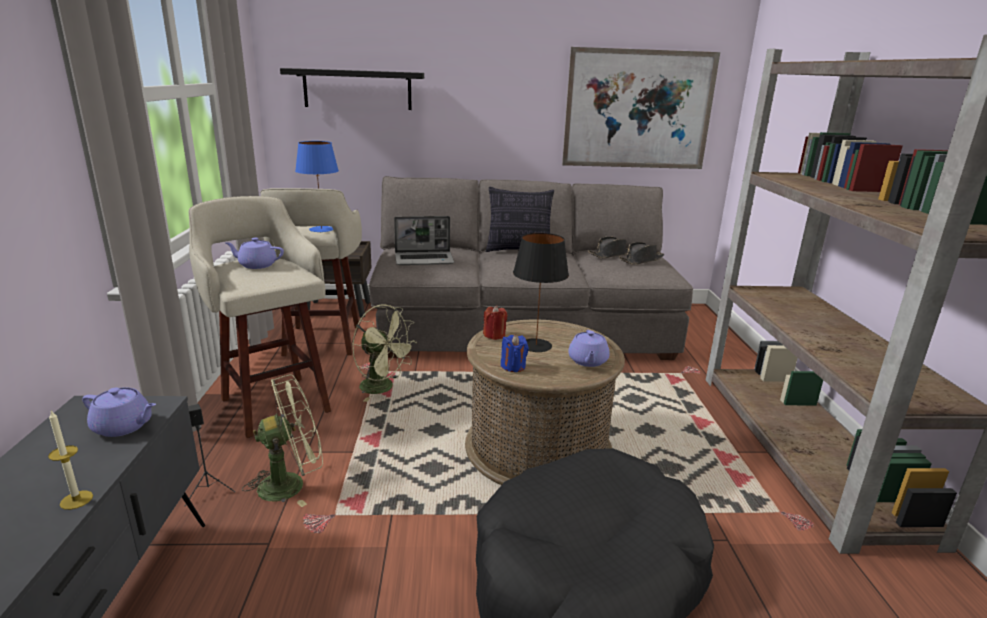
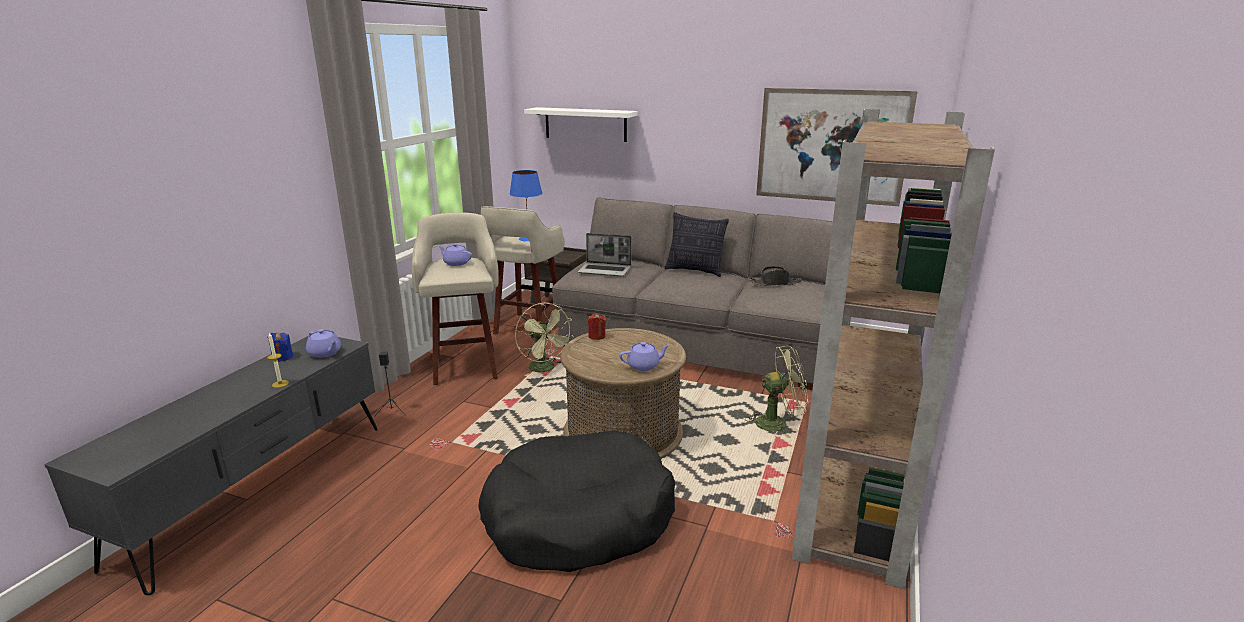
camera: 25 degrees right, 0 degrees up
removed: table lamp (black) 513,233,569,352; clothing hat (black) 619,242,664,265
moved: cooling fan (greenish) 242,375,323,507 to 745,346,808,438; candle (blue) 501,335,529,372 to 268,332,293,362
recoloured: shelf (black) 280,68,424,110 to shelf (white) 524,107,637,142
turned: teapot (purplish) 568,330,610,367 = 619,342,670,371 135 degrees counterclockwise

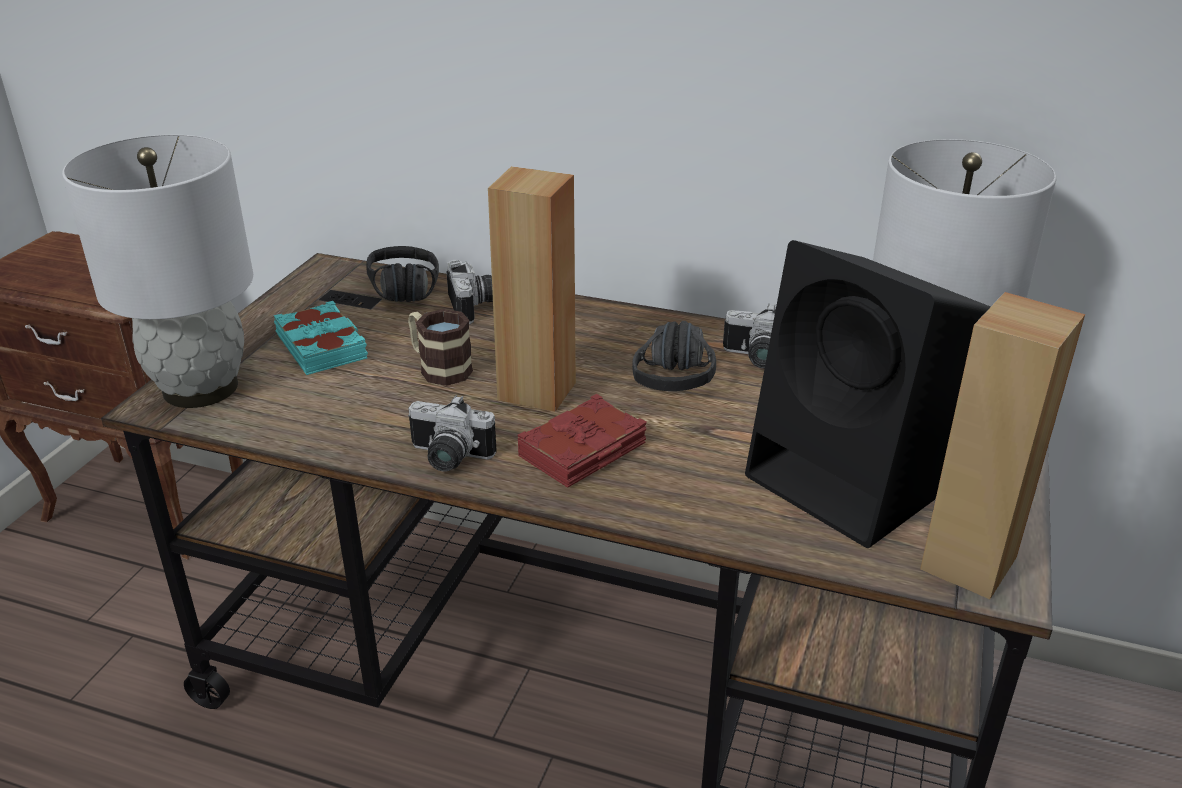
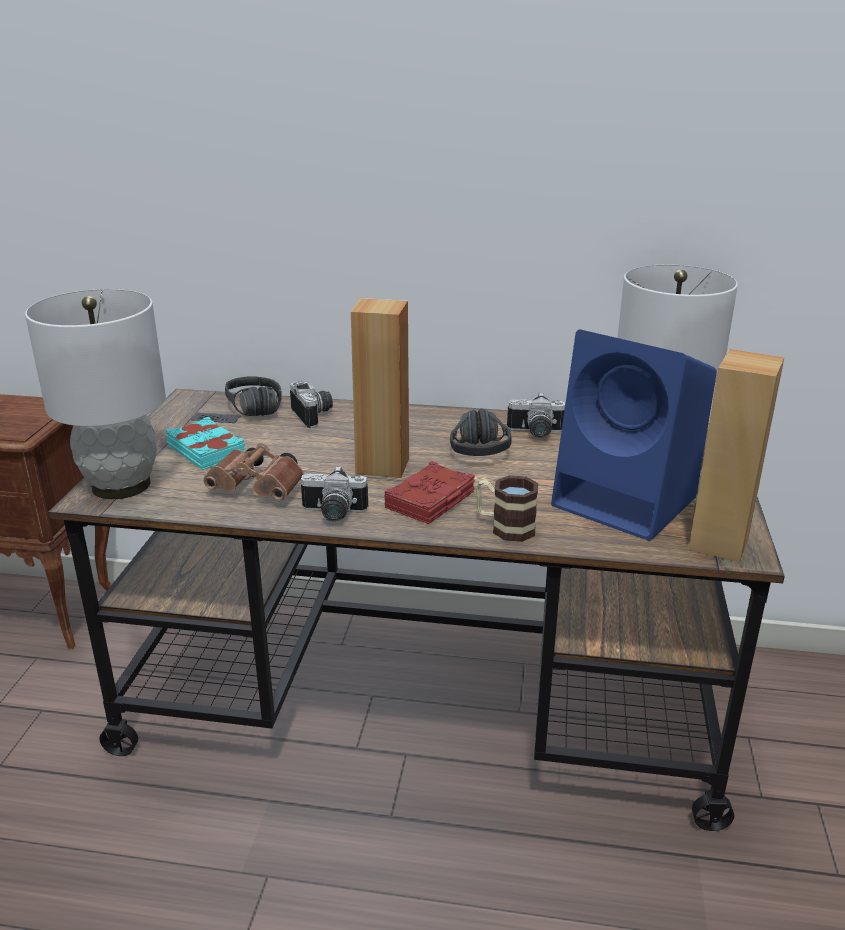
camera: 10 degrees left, 5 degrees down
added: binoculars (brownish) 203,443,304,501
moved: tea mug 408,309,473,386 to 476,476,538,542
recoloured: loudspeaker (black) 745,240,991,548 to loudspeaker (blue) 551,330,717,541

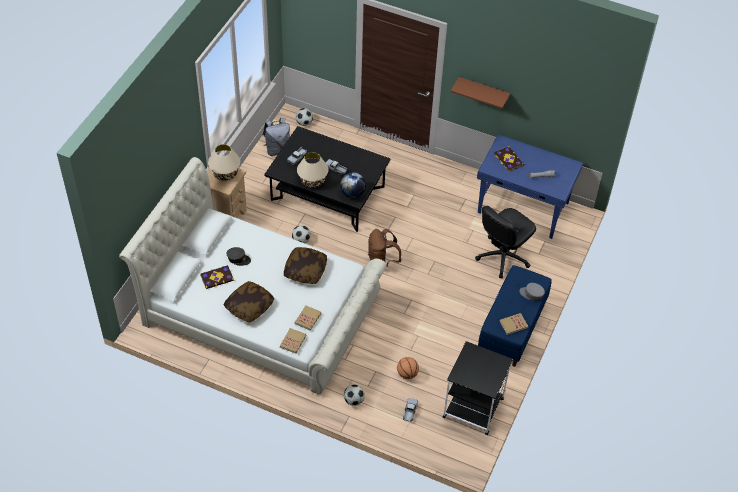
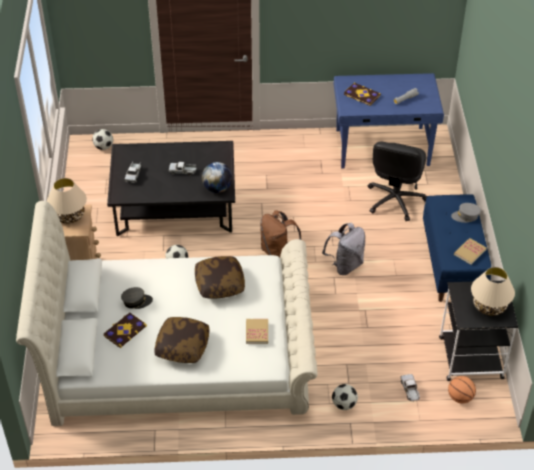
camera: 25 degrees left, 5 degrees down
removed: bound book 280,328,307,354; shelf (brownish) 451,77,510,109
moved: knapsack (grey) 263,118,290,156 to 322,223,365,275; table lamp (sand-coloured) 297,152,329,188 to 471,267,515,316; basketball 397,357,419,379 to 448,376,476,403

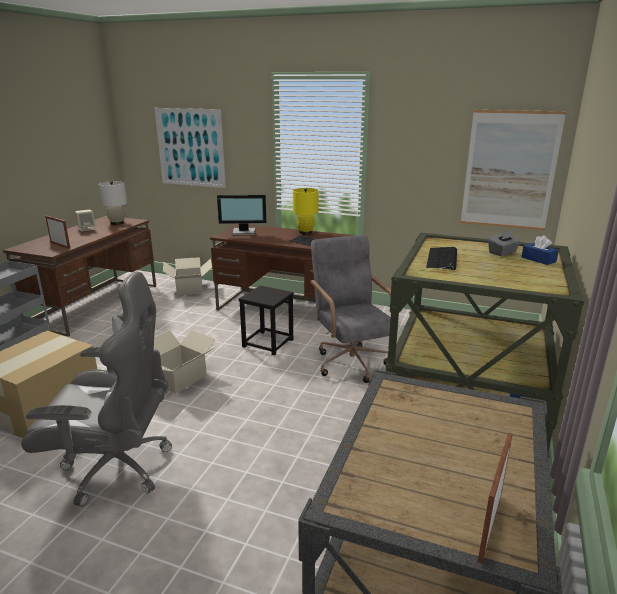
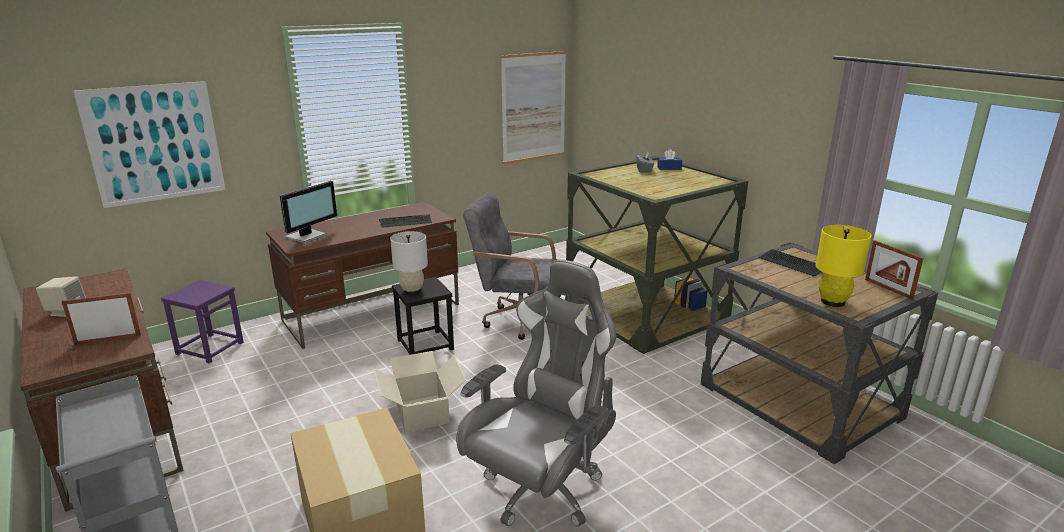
camera: 55 degrees left, 0 degrees up
moved: table lamp (white) 99,181,127,225 to 390,231,428,295; table lamp (yellow) 293,188,319,234 to 816,225,872,307; computer keyboard 426,247,457,270 to 759,249,822,277
replaced: cardboard box 163,257,212,296 to stool (purplish) 161,280,244,363

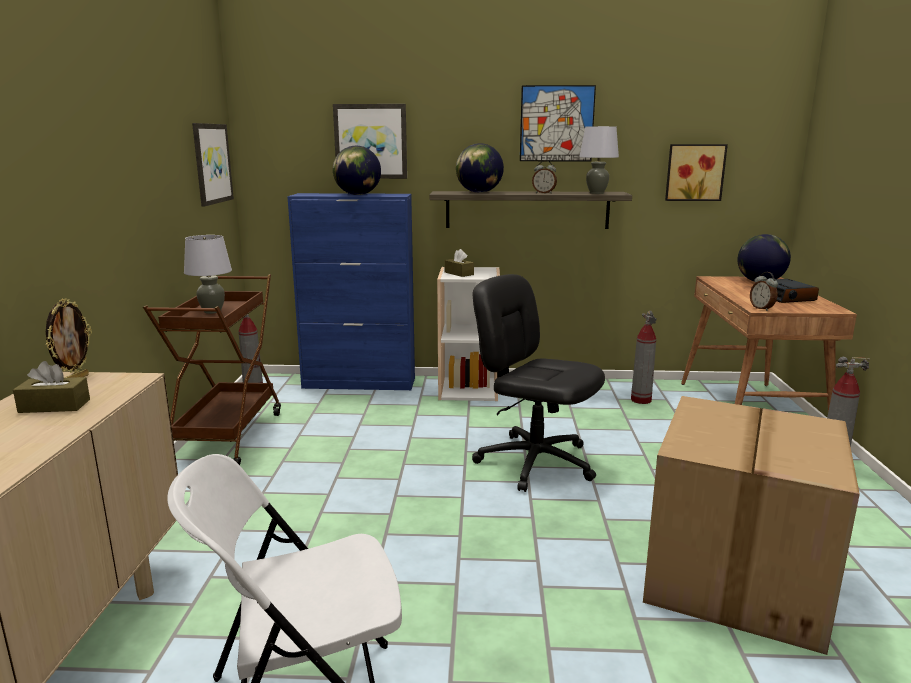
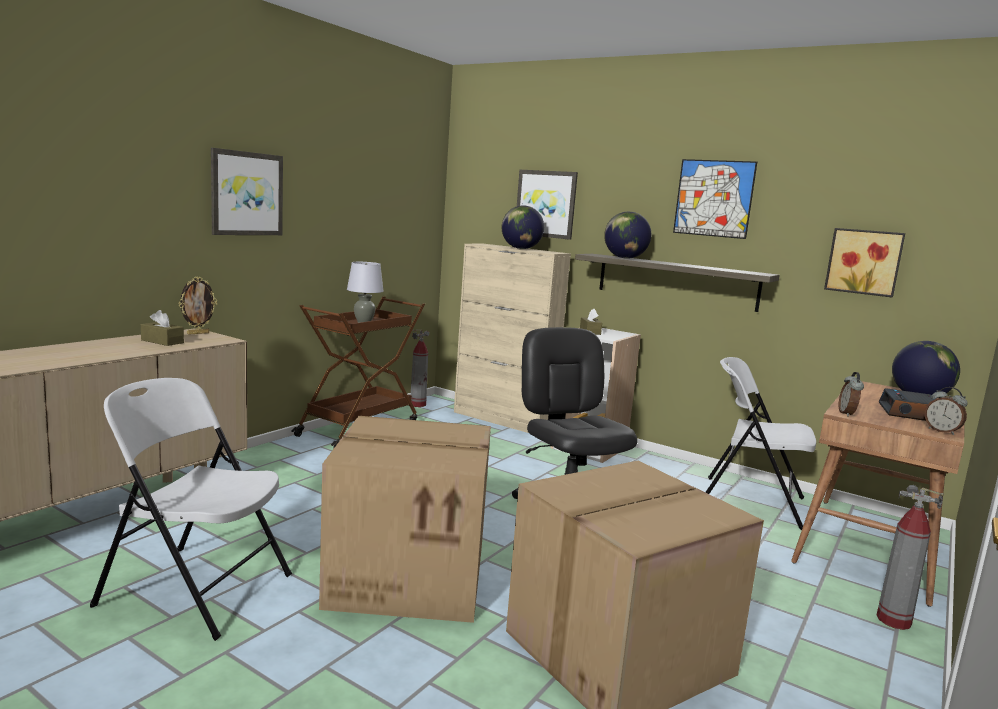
camera: 30 degrees right, 5 degrees down
removed: table lamp (grey) 579,126,619,194
added: cardboard box 319,416,491,623
moved: wall art 192,123,234,206 to 211,148,283,235; table clock 532,160,557,193 to 924,387,968,435
replaced: fire extinguisher 631,311,657,404 to chair (white) 706,357,816,530
recoloured: cupboard (blue) 287,193,415,390 to cupboard (sand-coloured) 454,244,571,433

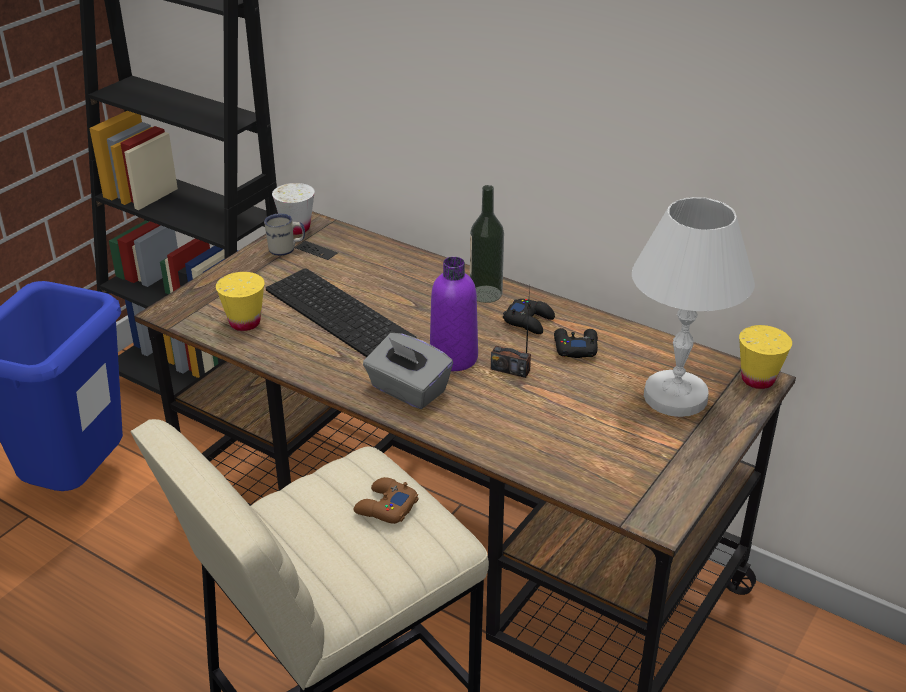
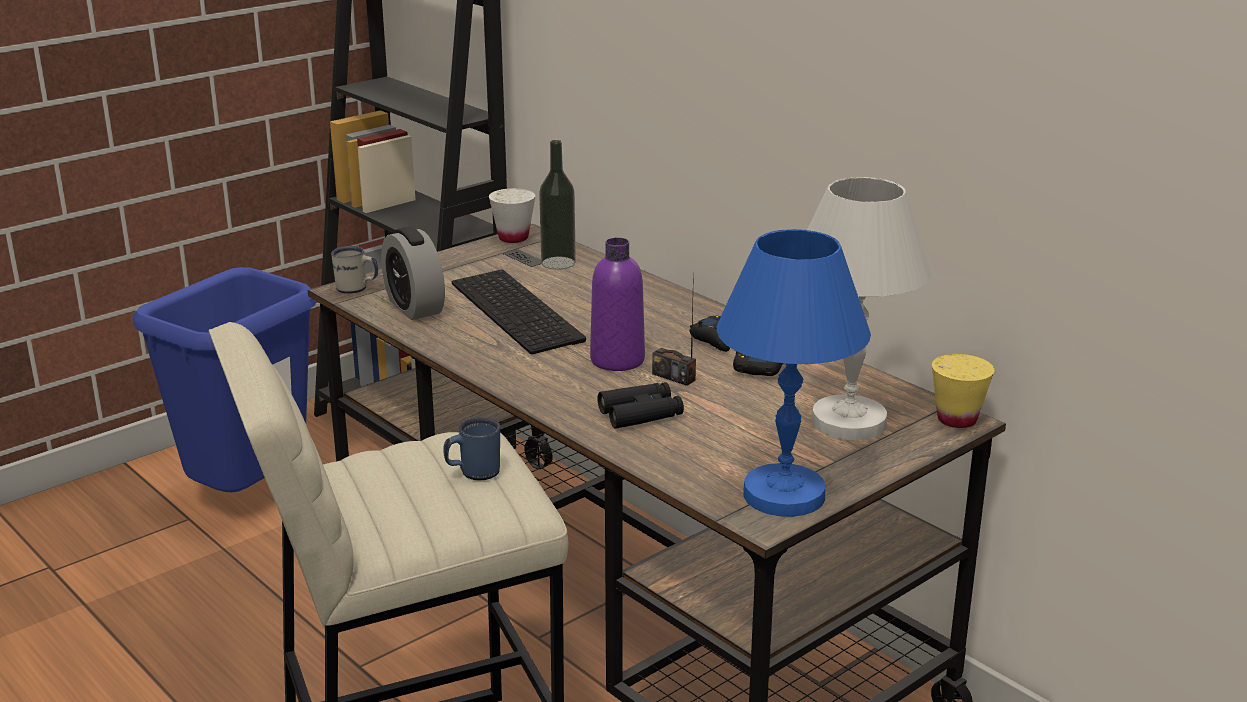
camera: 15 degrees right, 10 degrees down
removed: tissue box (grey) 363,333,453,409
added: binoculars (black) 597,382,684,429; table lamp (blue) 717,229,871,517
moved: tea mug (white) 264,213,305,256 to 331,246,378,294; bottle 470,185,504,303 to 539,140,576,270
replaced: drinking cup (yellow) 216,272,265,331 to table clock 381,227,445,320; game controller (brownish) 353,477,419,524 to tea mug (blue) 443,417,500,480

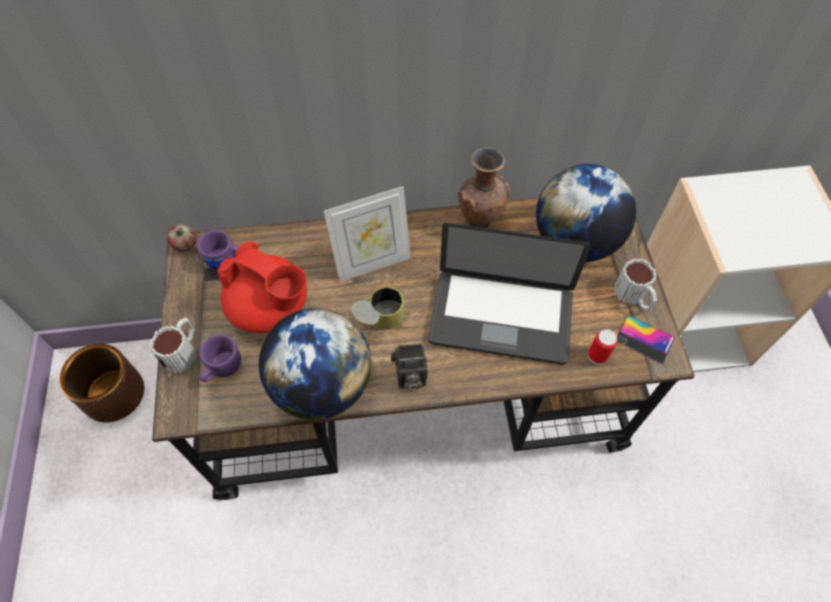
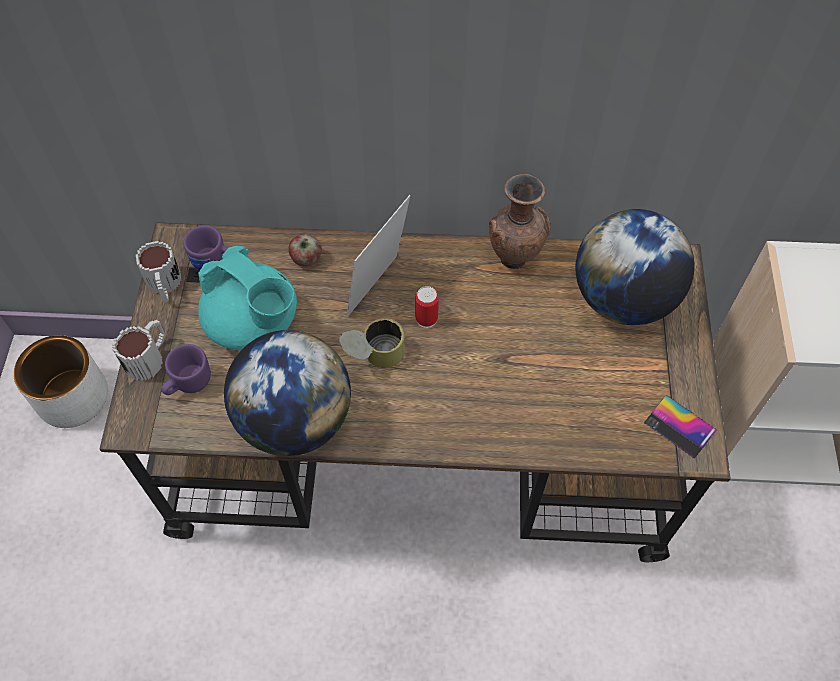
camera: 10 degrees right, 0 degrees up
removed: still camera 391,344,428,390; laptop 428,223,591,365
moved: whole apple 167,224,197,252 to 288,234,322,266; can 588,329,617,365 to 415,286,439,328; tea mug 614,259,658,312 to 136,241,182,303
recoloured: plant pot (brownish) 59,344,144,422 to plant pot (white) 13,335,108,428; teapot (red-coloured) 217,242,307,333 to teapot (blue-green) 198,246,297,351
turned: picture frame 324,186,411,282 = 346,195,411,317 135 degrees clockwise

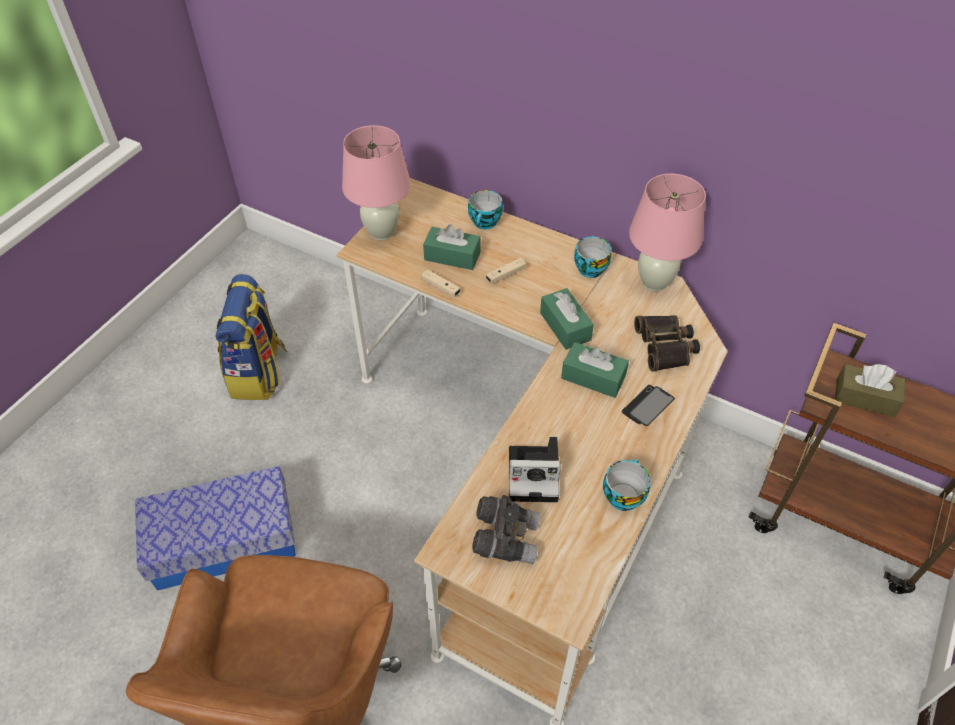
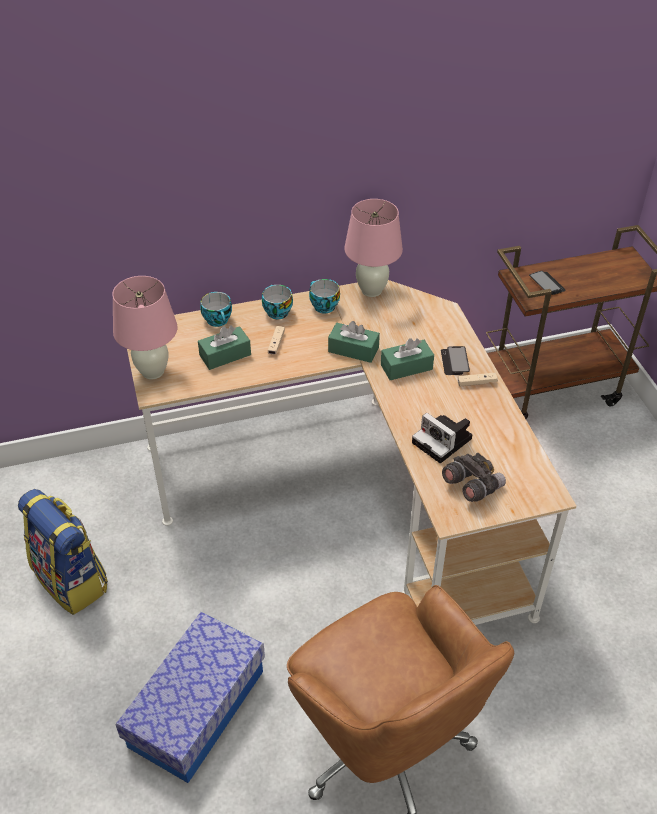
camera: 45 degrees left, 5 degrees down
removed: binoculars 634,315,700,372
moved: game controller (sand-coloured) 421,269,460,297 to 458,373,498,386; drinking cup 603,459,650,511 to 262,285,293,319
replaced: tissue box (brownish) 835,364,905,417 to handset 529,271,565,295
turned: still camera 509,437,561,502 = 412,413,472,463 90 degrees clockwise

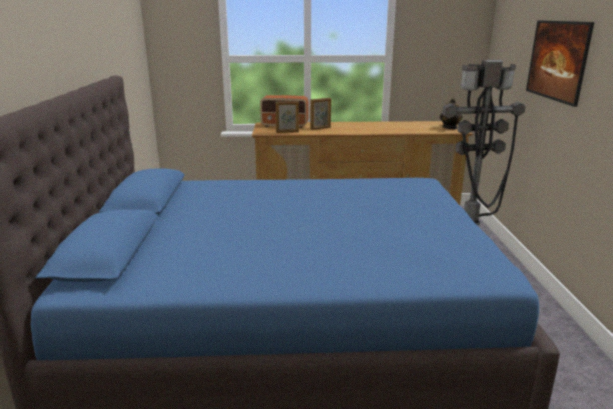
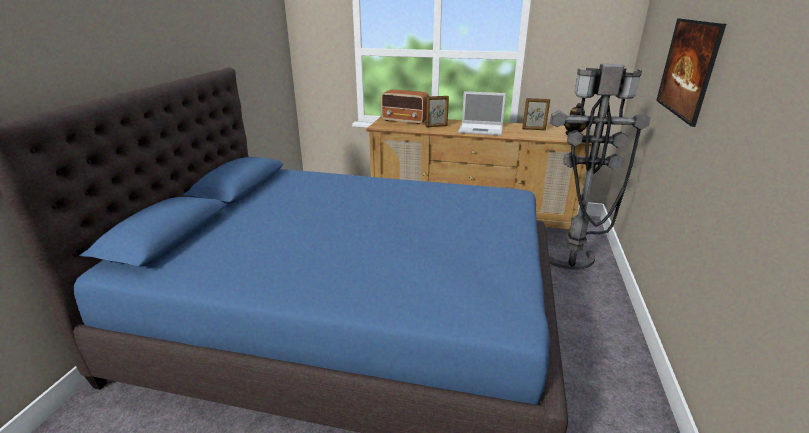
camera: 15 degrees right, 5 degrees up
added: laptop 458,91,506,136
moved: picture frame 276,101,299,133 to 522,98,550,130

